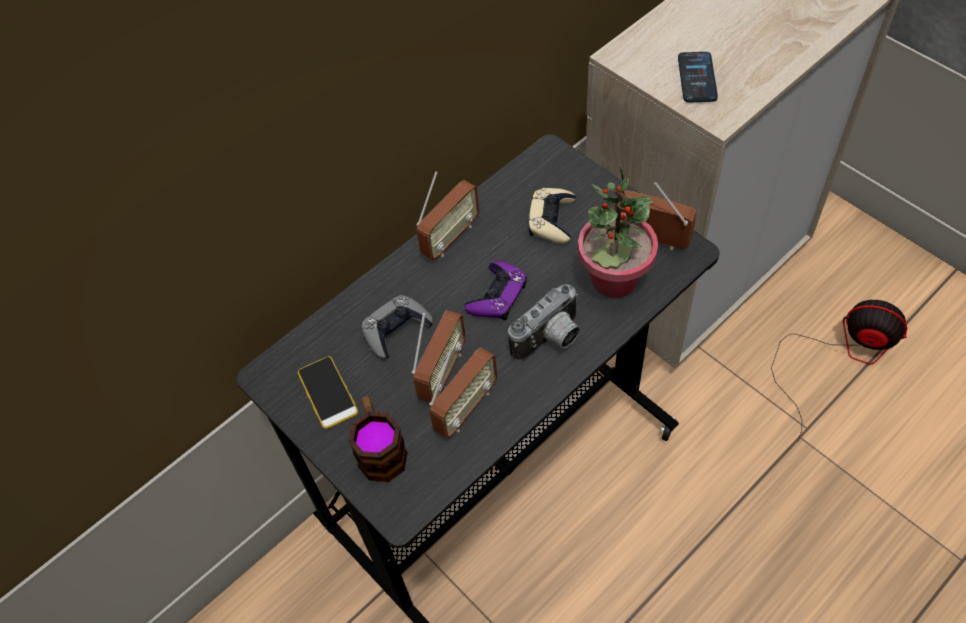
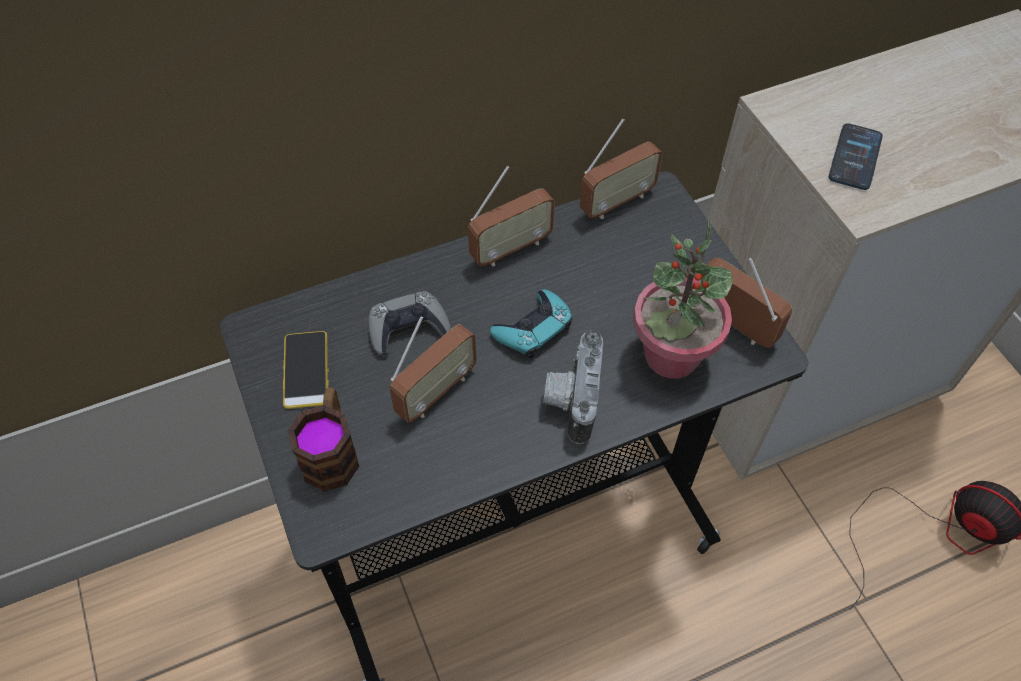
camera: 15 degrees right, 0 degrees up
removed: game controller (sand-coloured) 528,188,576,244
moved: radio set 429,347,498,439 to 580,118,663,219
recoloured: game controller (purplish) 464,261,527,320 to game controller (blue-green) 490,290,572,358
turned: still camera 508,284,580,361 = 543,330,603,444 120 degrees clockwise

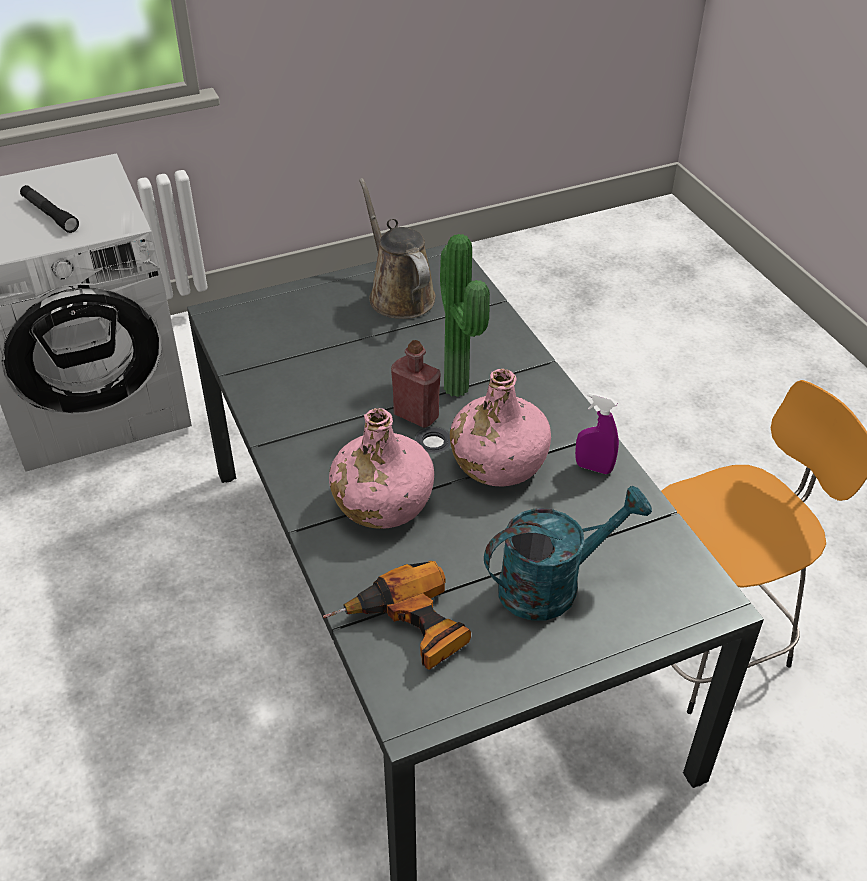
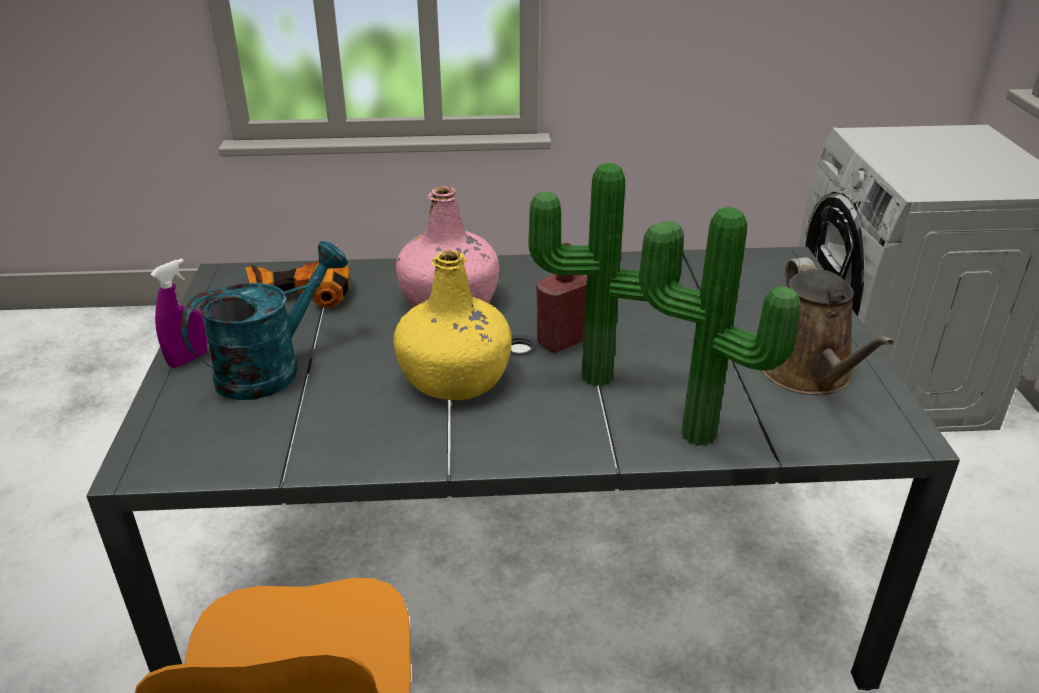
camera: 110 degrees right, 10 degrees down
removed: flashlight (black) 20,185,79,233
added: houseplant 639,207,801,446
moved: hand sprayer (purplish) 575,393,619,474 to 150,258,207,368
recoloured: bottle (pinkish) 450,369,551,486 to bottle (yellow) 394,250,512,400
turned: watering pot (brownish) 359,178,436,319 = 761,257,894,395 90 degrees clockwise; watering pot (blue-green) 484,486,652,620 = 181,241,348,400 135 degrees counterclockwise

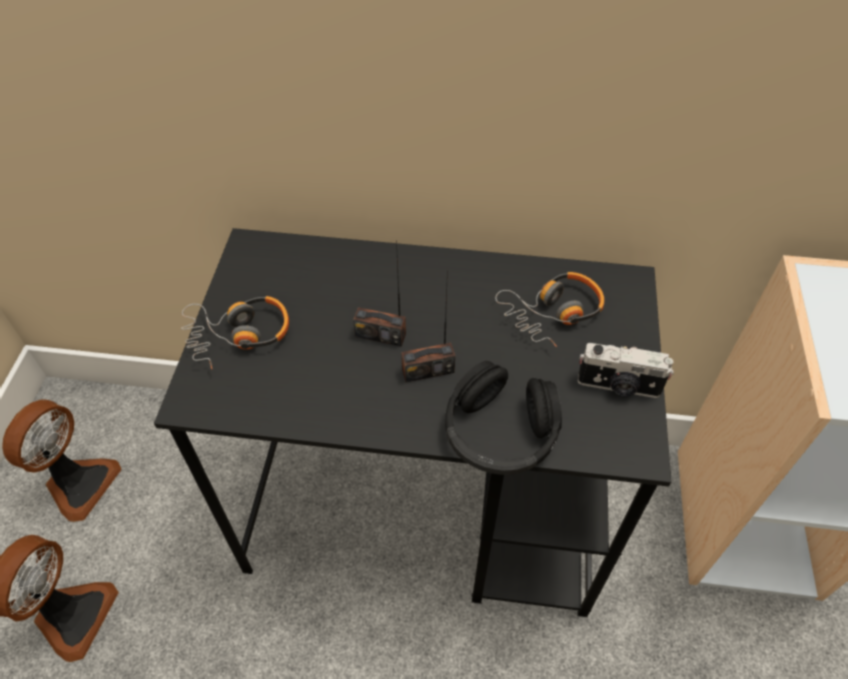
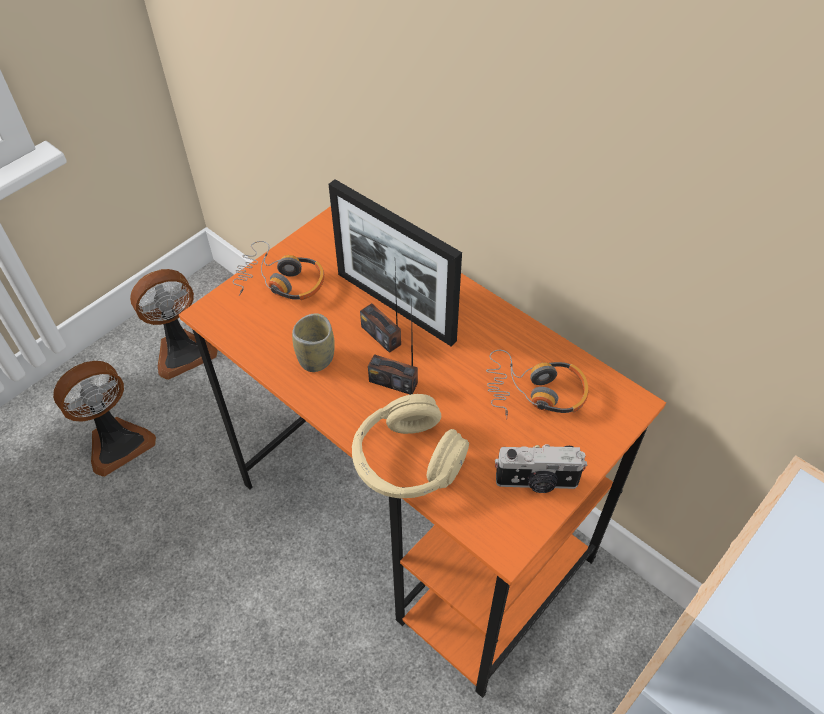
camera: 35 degrees right, 0 degrees up
added: drinking cup 292,313,335,372; picture frame 329,179,462,346
recoloured: desk (black) 154,228,671,617 to desk (orangey) 179,206,666,698; headphones (black) 445,361,562,475 to headphones (sand-coloured) 352,394,469,498
turned: still camera 578,343,673,398 = 495,444,587,493 45 degrees counterclockwise

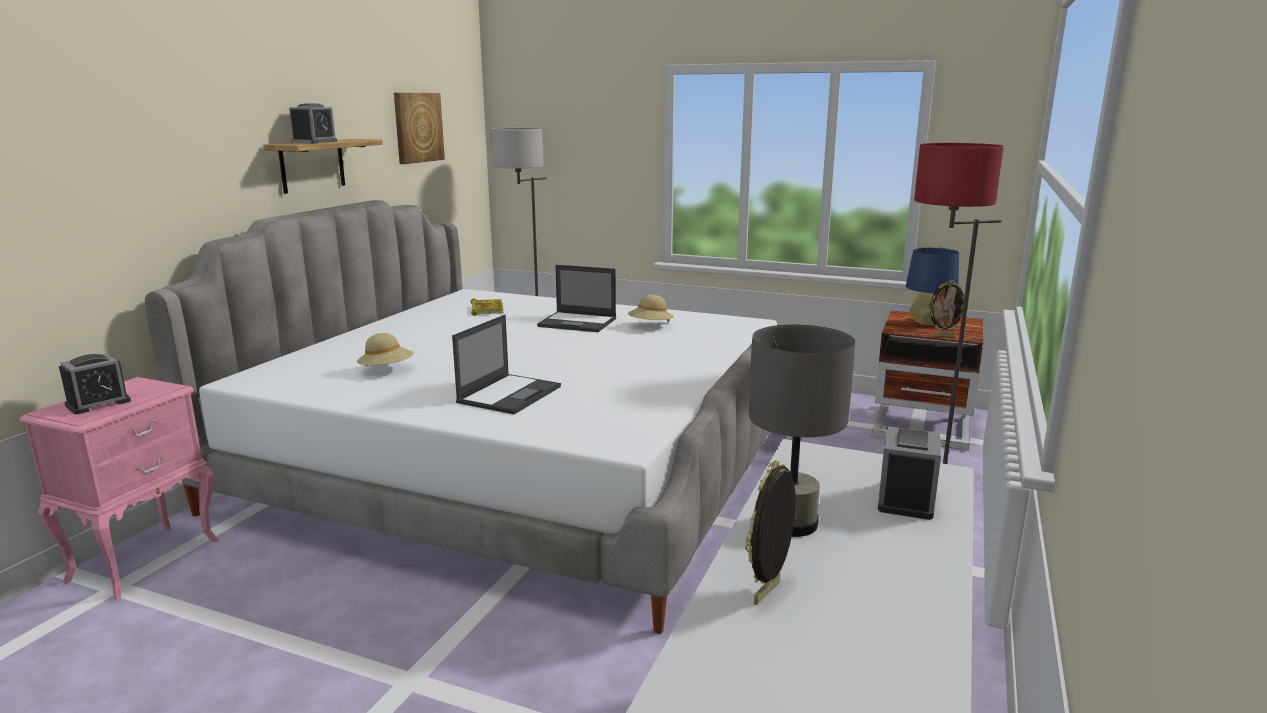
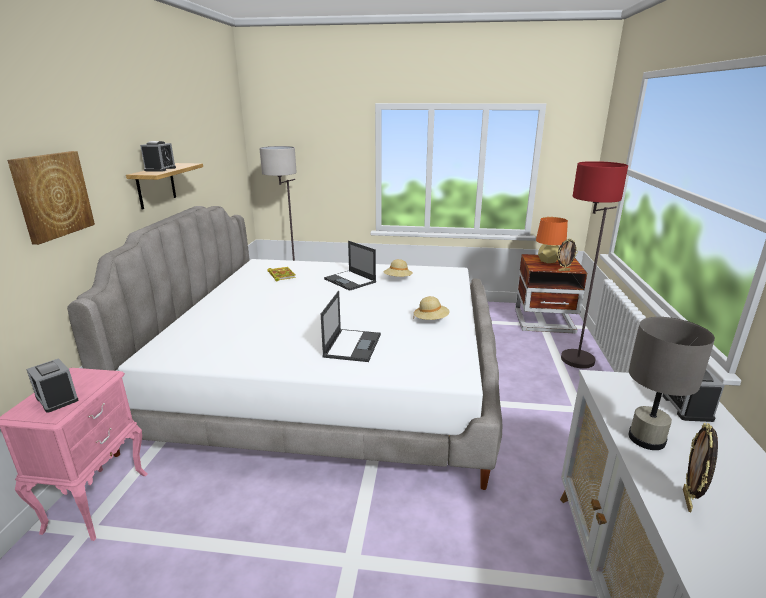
camera: 15 degrees left, 5 degrees up
moved: clothing hat (sand-coloured) 357,333,414,366 to 414,296,449,320; wall art 394,93,445,164 to 7,151,95,245
recoloured: table lamp (blue) 906,247,959,325 to table lamp (orangey) 536,217,568,263
turned: table clock 59,353,131,414 = 26,358,78,413 105 degrees clockwise; laptop 537,265,616,332 = 324,241,376,291 45 degrees clockwise

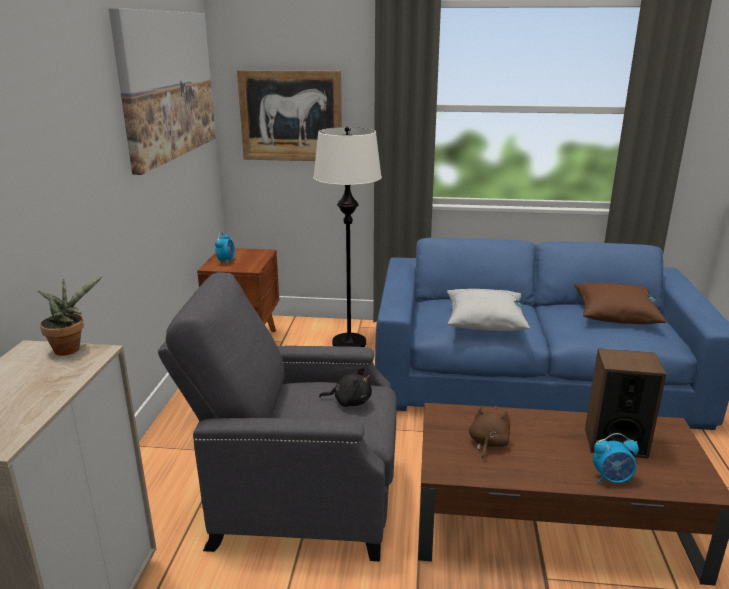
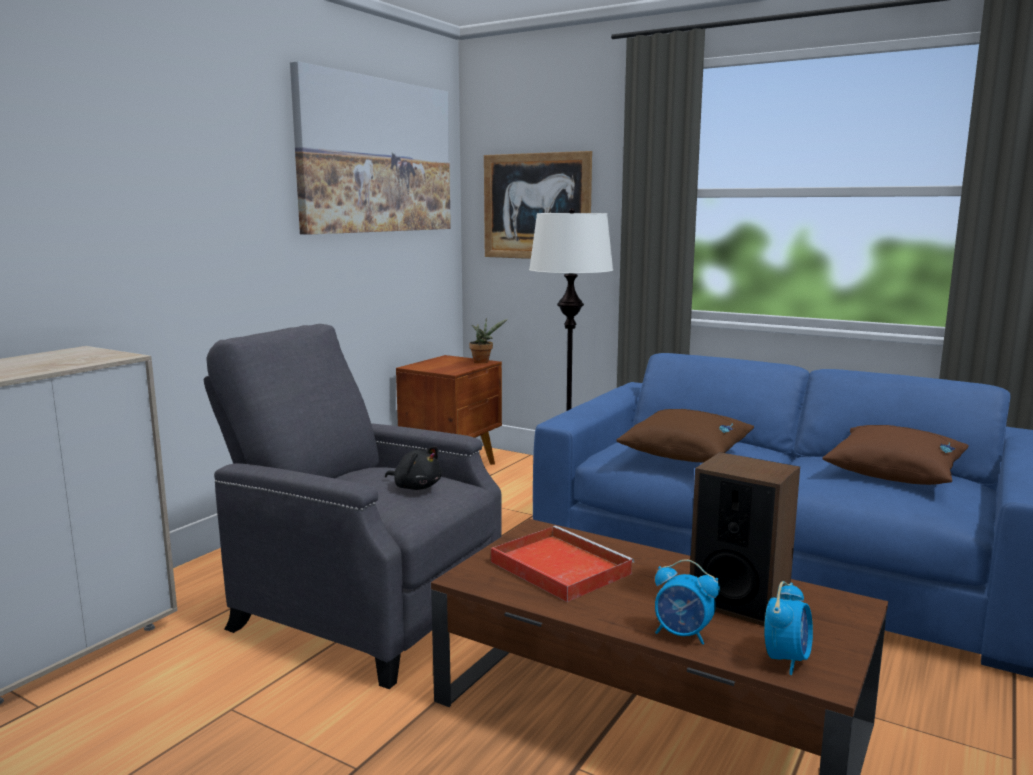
camera: 25 degrees right, 10 degrees down
moved: houseplant 38,275,102,356 to 469,318,508,363; table clock 215,232,235,265 to 764,581,813,675
replaced: cuddly toy (brownish) 469,405,510,460 to tray (red-coloured) 491,526,635,602
recoloured: pillow (grey) 447,289,530,331 to pillow (brownish) 616,409,754,462

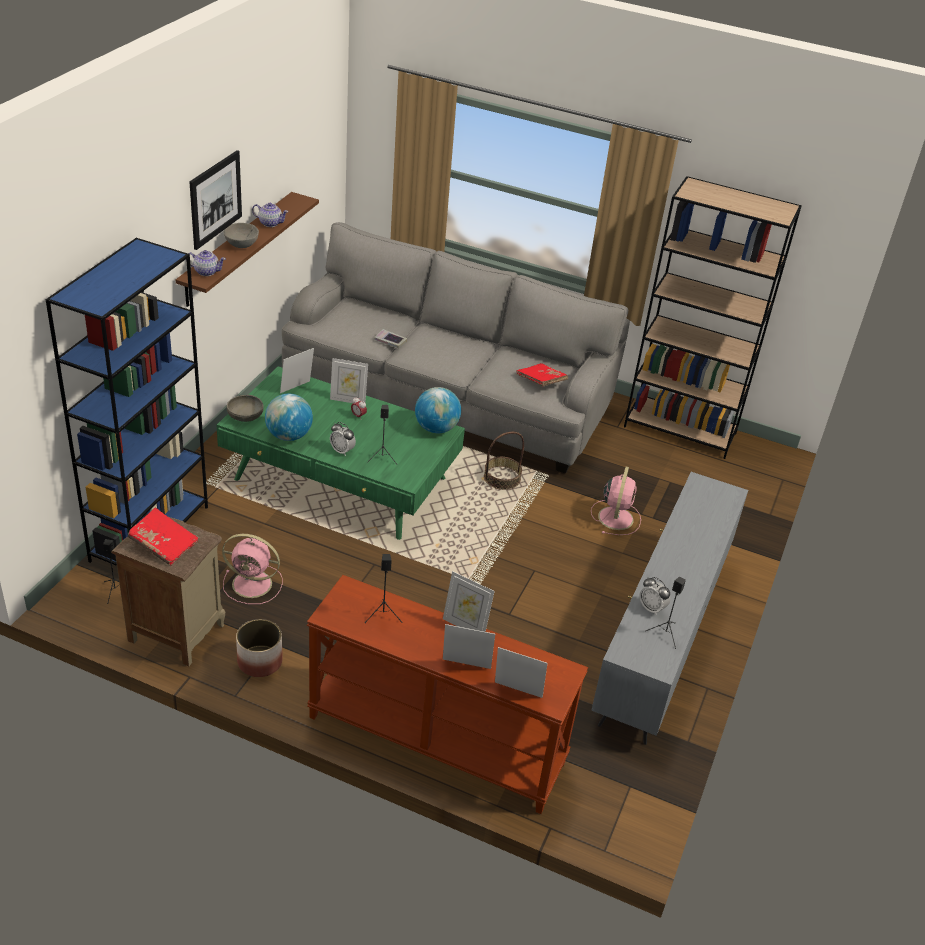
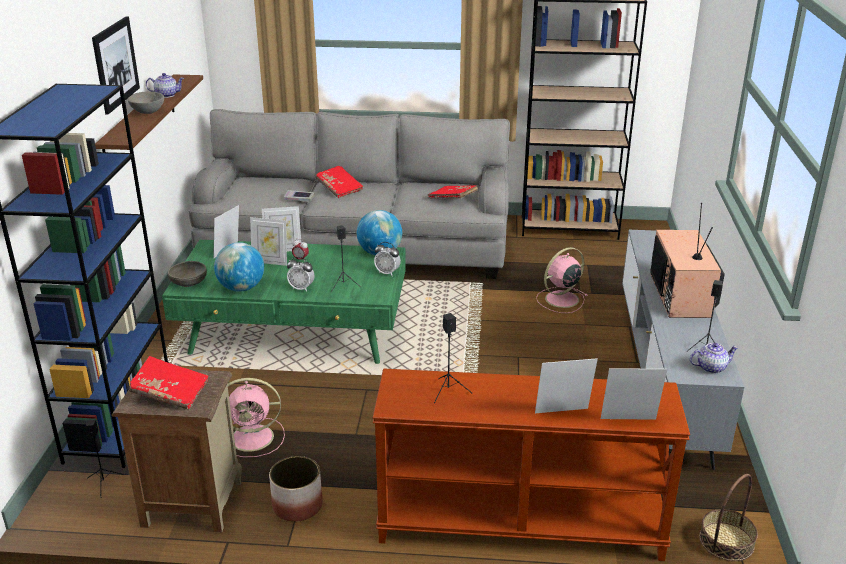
camera: 15 degrees left, 10 degrees down
added: bound book (red-coloured) 316,166,364,198; television 650,203,725,318
moved: teapot 186,250,226,276 to 690,343,738,373; picture frame 443,571,495,632 to 250,217,287,266; household basket 484,432,524,490 to 699,474,758,561; table clock 639,577,670,615 to 374,242,401,276
turned: cooling fan (pinkish) 591,467,641,535 = 536,247,588,313 120 degrees counterclockwise

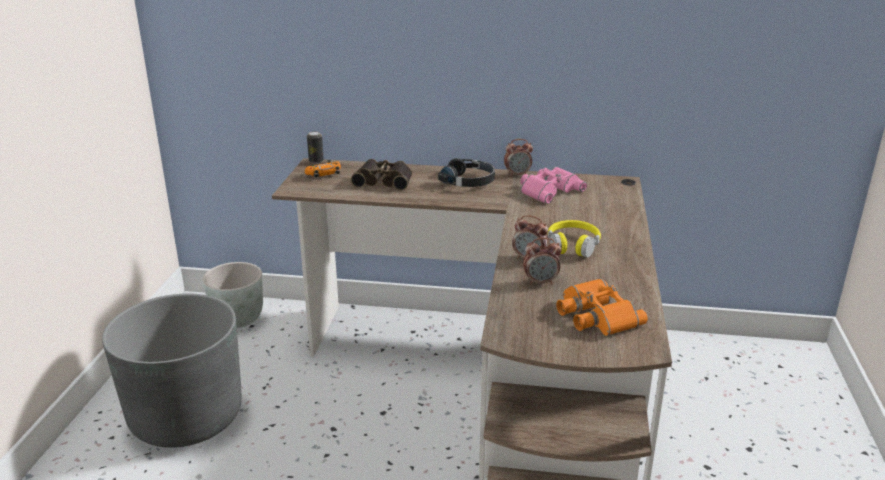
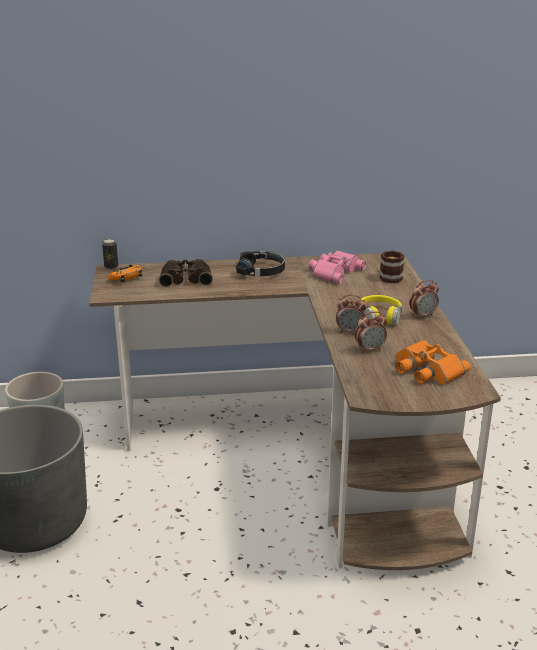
camera: 15 degrees left, 0 degrees up
added: tea mug 380,250,404,283
moved: table clock 504,139,533,177 to 409,280,439,319

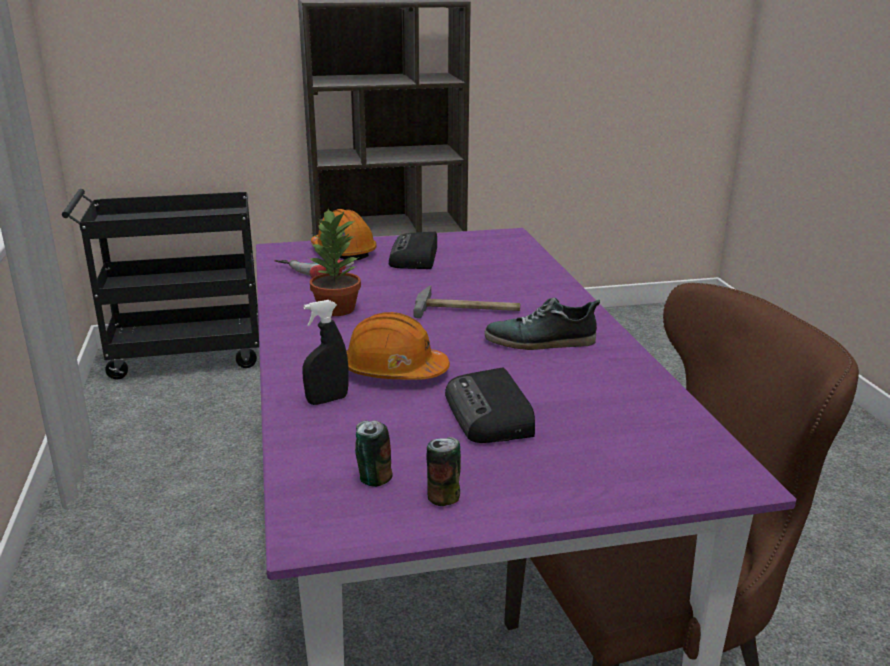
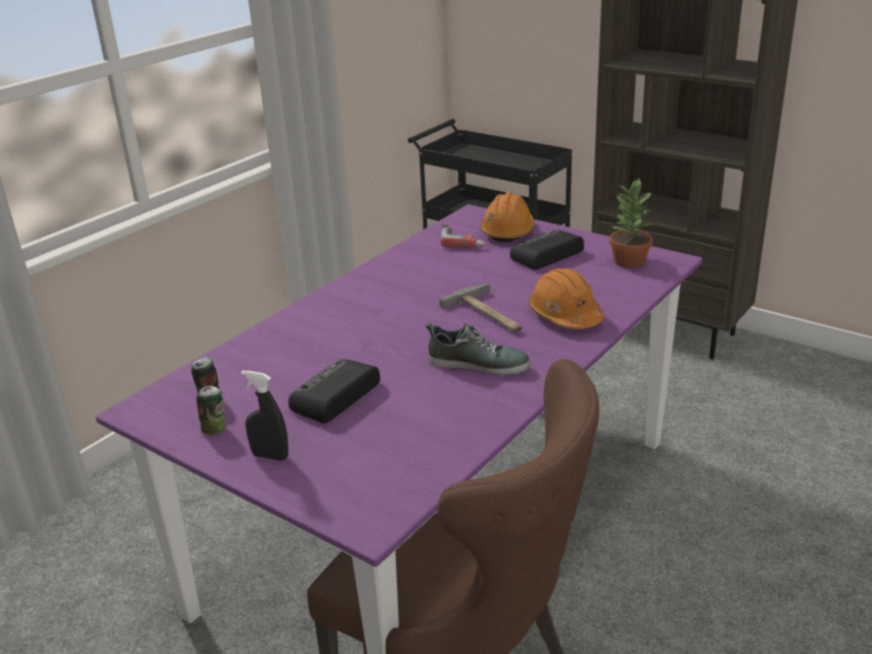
camera: 50 degrees right, 5 degrees up
moved: hand sprayer (black) 302,300,349,405 to 241,370,288,461; houseplant 309,208,361,316 to 609,177,653,268; hard hat (orangey) 346,312,450,380 to 529,268,604,329
turned: low shoe 484,297,600,350 = 426,323,530,375 150 degrees clockwise

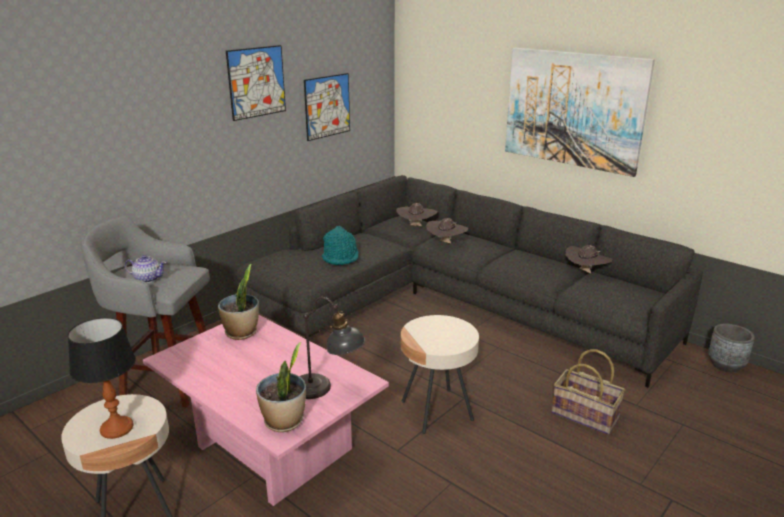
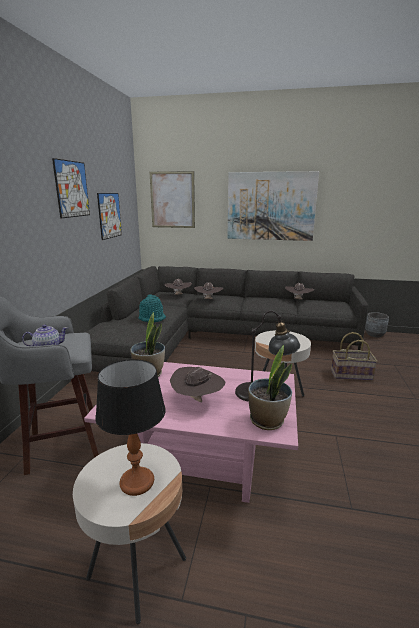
camera: 30 degrees left, 5 degrees down
added: wall art 150,171,195,228; clothing hat (brownish) 170,367,226,402

